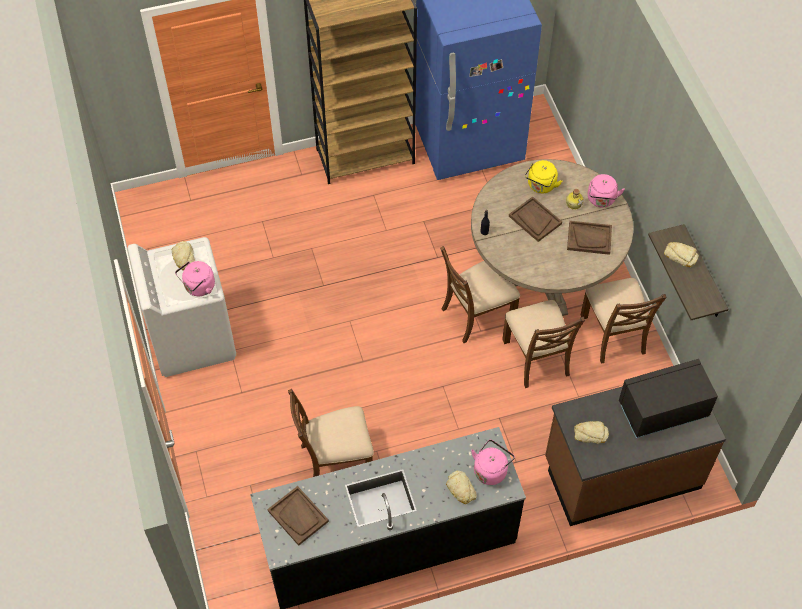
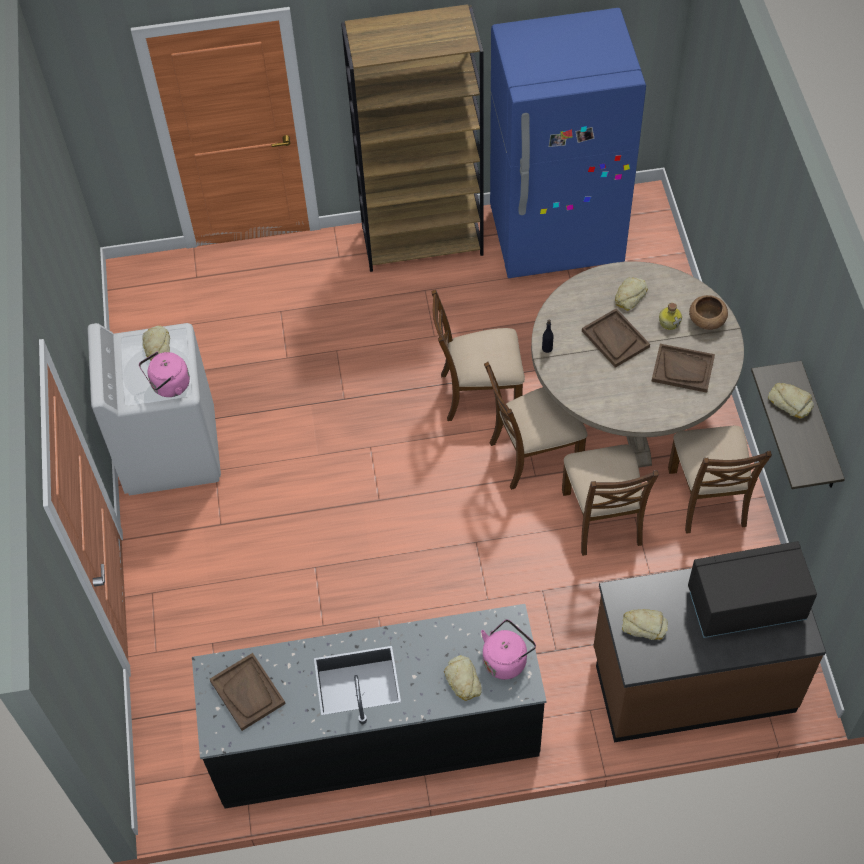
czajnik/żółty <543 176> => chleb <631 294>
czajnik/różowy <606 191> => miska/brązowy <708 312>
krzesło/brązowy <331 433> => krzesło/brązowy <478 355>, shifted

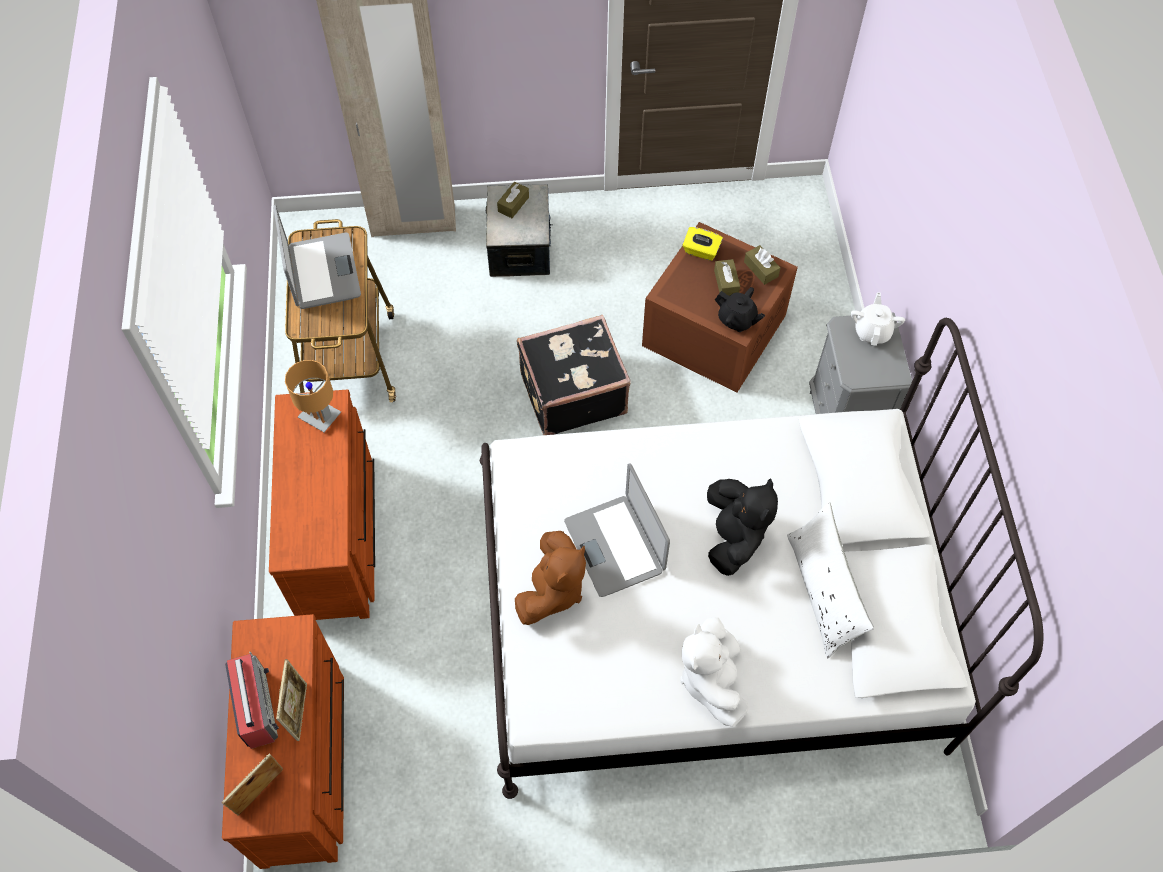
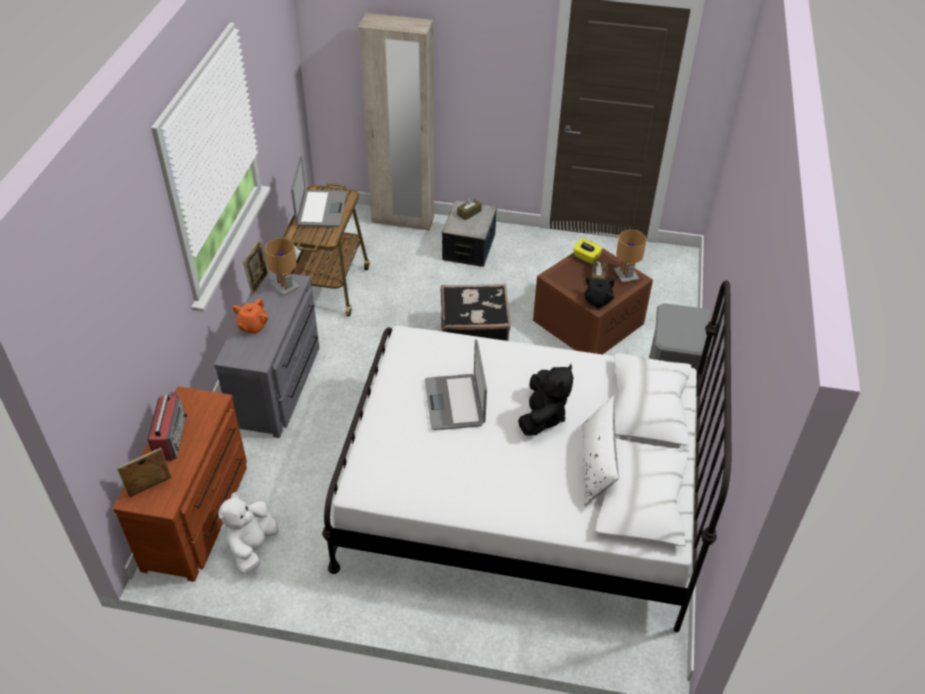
pudełko chusteczek/brązowy <762 265> => lampa stołowa/brązowy <630 256>
imbryk/czarny <740 309> => imbryk/czarny <599 293>, 90 degrees clockwise
imbryk/biały <878 319> => nothing
komoda/brązowy <322 504> => komoda/szary <267 354>
pluszak/brązowy <550 578> => nothing
pluszak/biały <714 672> => pluszak/biały <248 533>, shifted
ramka na zdjęcie <291 700> => ramka na zdjęcie <256 267>, shifted
nothing => imbryk/pomarańczowy <250 316>

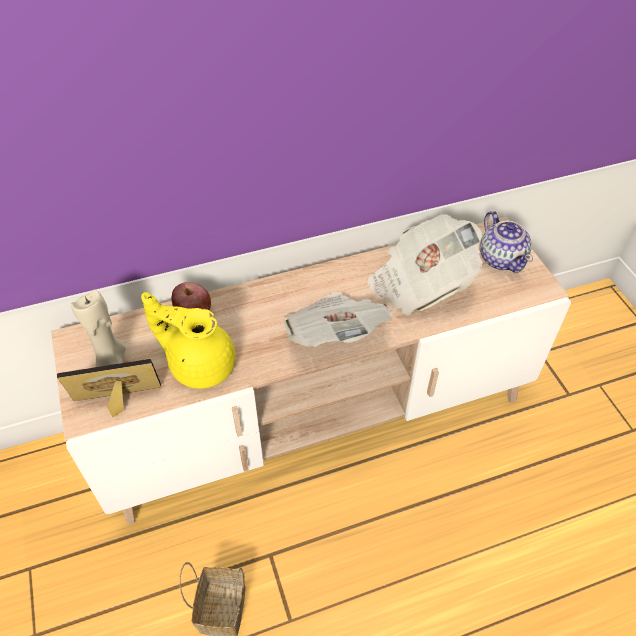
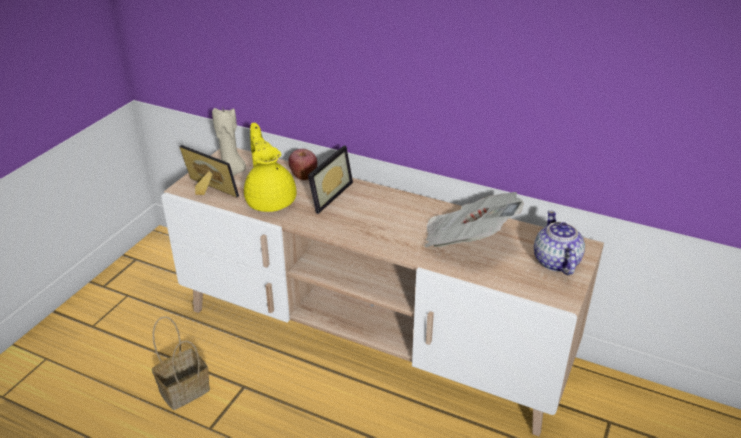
imbryk <506 242> => imbryk <559 243>, 150 degrees clockwise
gazeta <338 319> => nothing
nothing => ramka na zdjęcie <330 180>

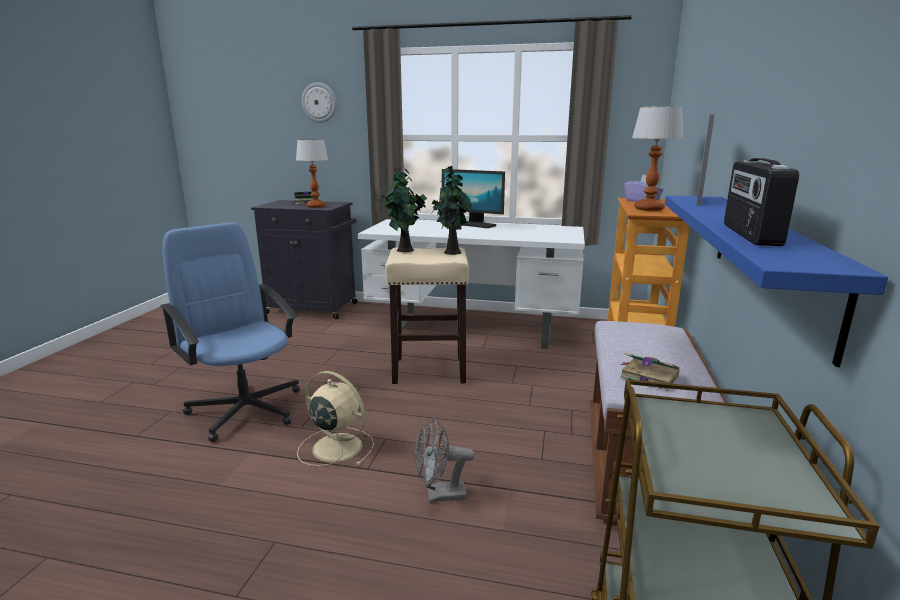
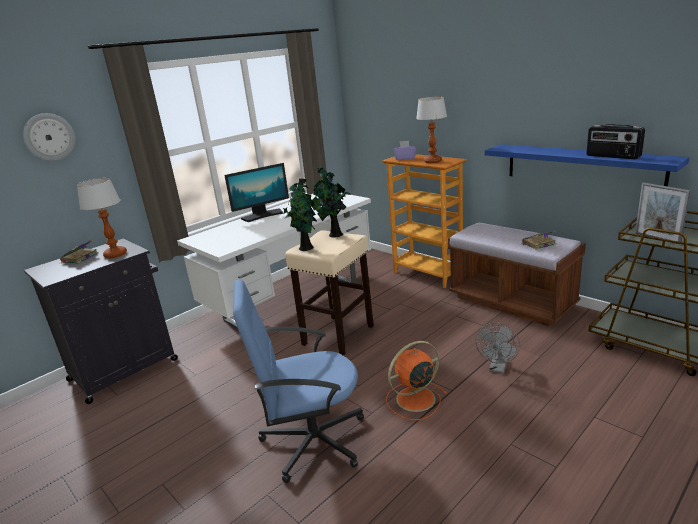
ramka na zdjęcie <705 159> => ramka na zdjęcie <663 213>, shifted
wentylator/beżowy <335 418> => wentylator/pomarańczowy <416 380>

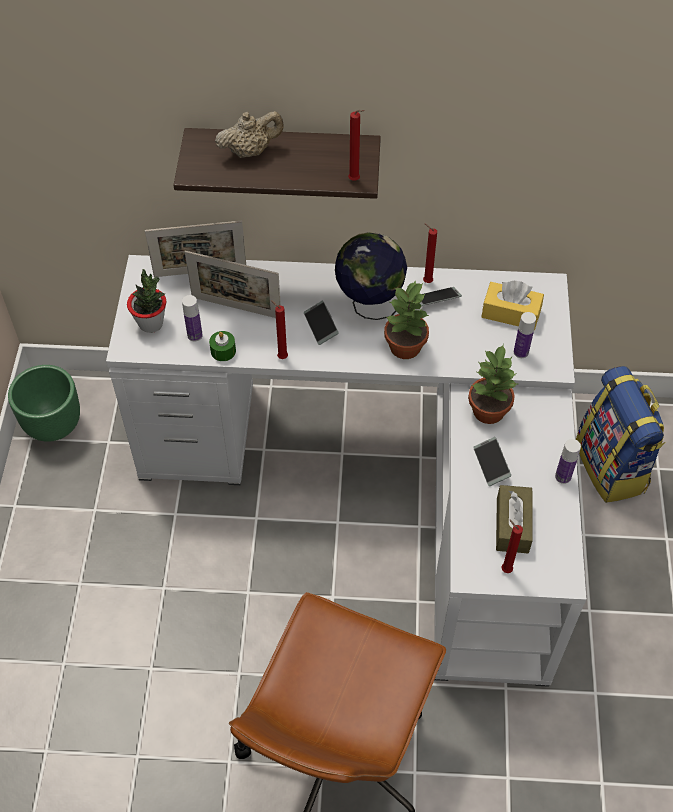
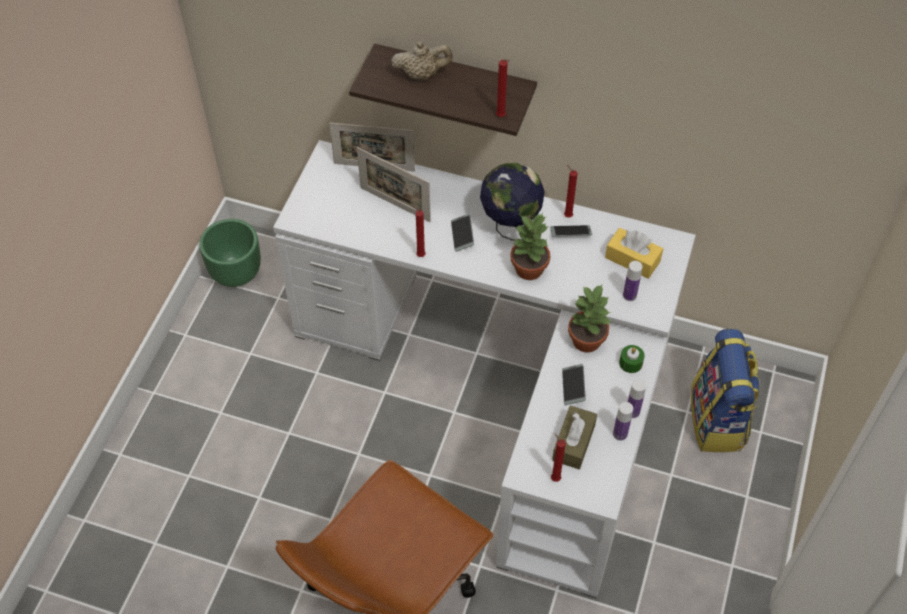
roślina doniczkowa <146 301> => nothing
butelka <192 318> => butelka <623 421>, shifted
świeca/zielony <222 346> => świeca/zielony <632 359>, shifted

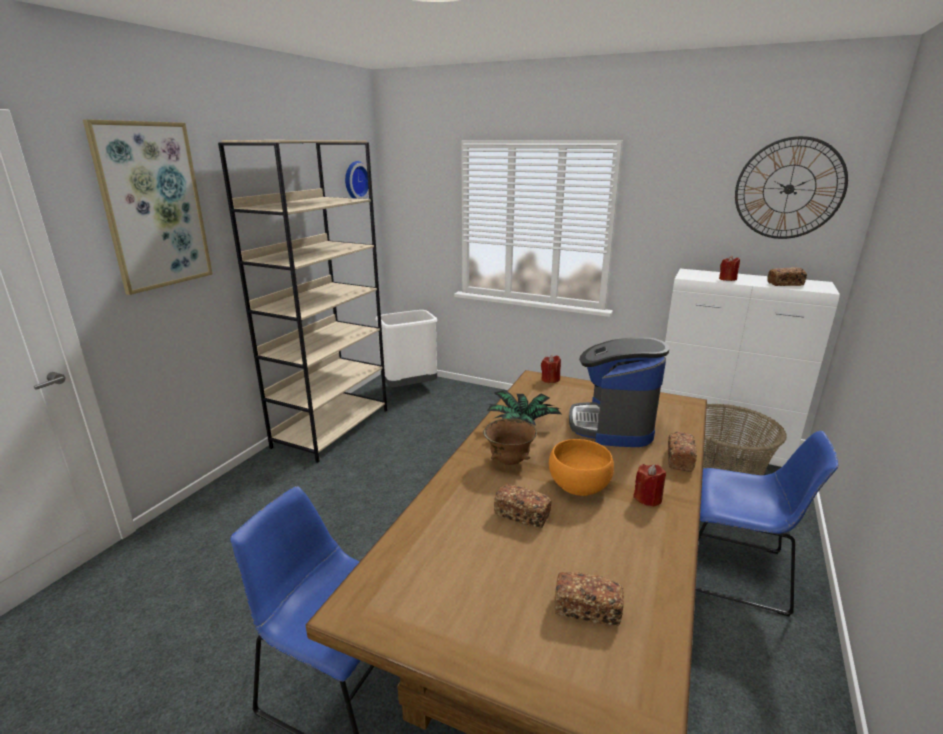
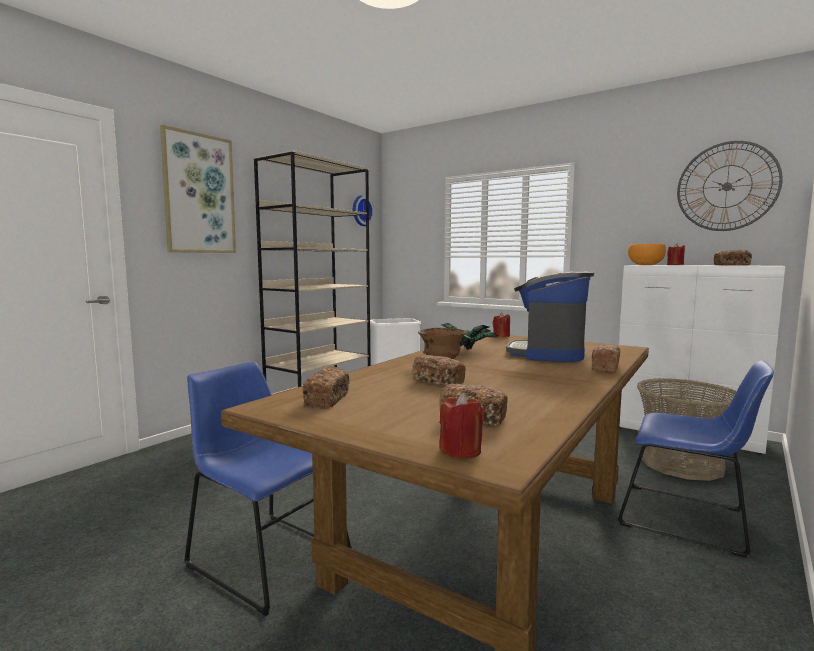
miska/pomarańczowy <581 467> => miska/pomarańczowy <647 254>, shifted
świeca/czerwony <649 485> => świeca/czerwony <461 426>, shifted
nothing => chleb <326 386>

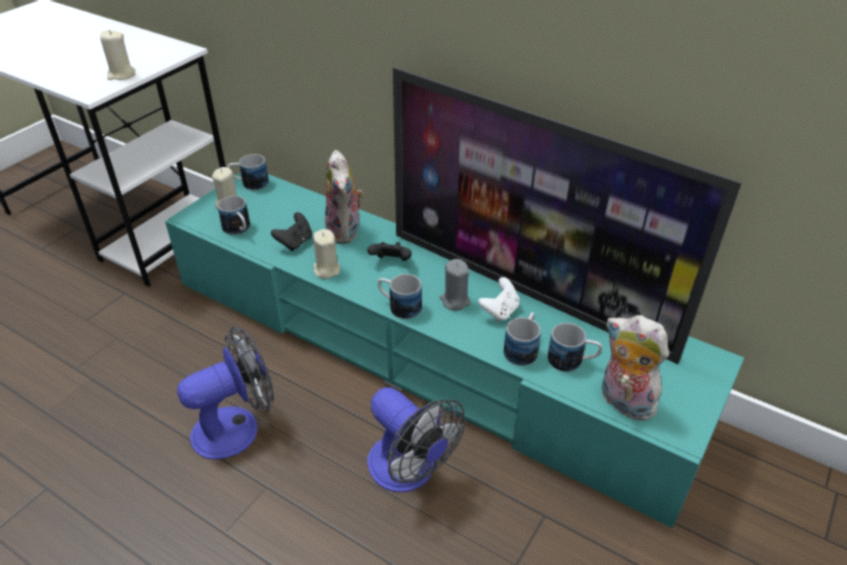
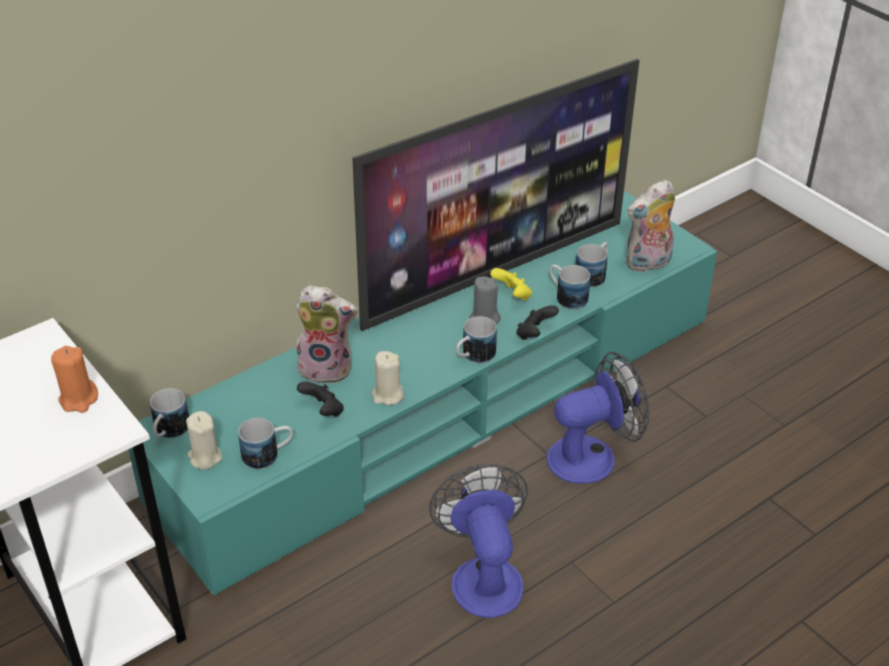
świeca/beżowy <117 55> => świeca/pomarańczowy <74 379>
pad do gier/czarny <389 251> => pad do gier/czarny <538 322>, shifted
pad do gier/biały <498 299> => pad do gier/żółty <511 284>

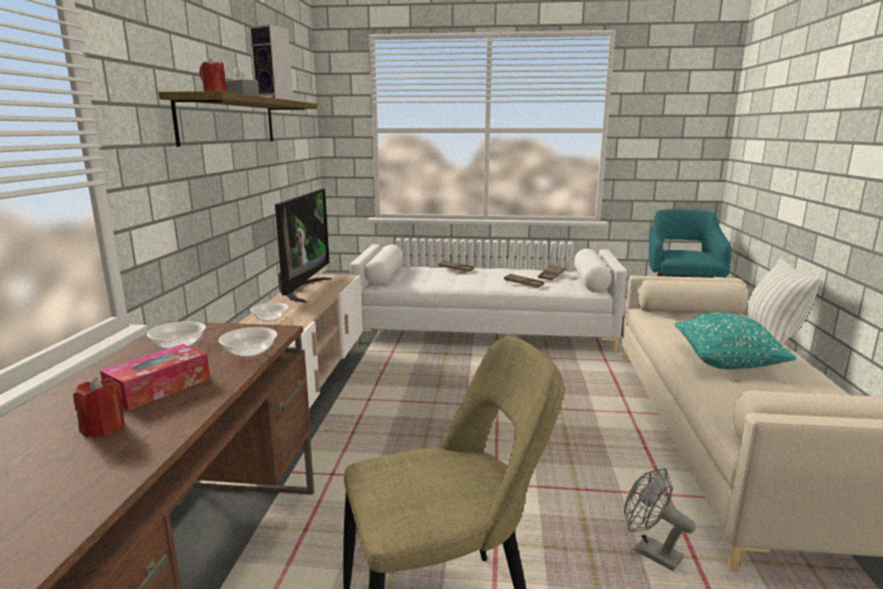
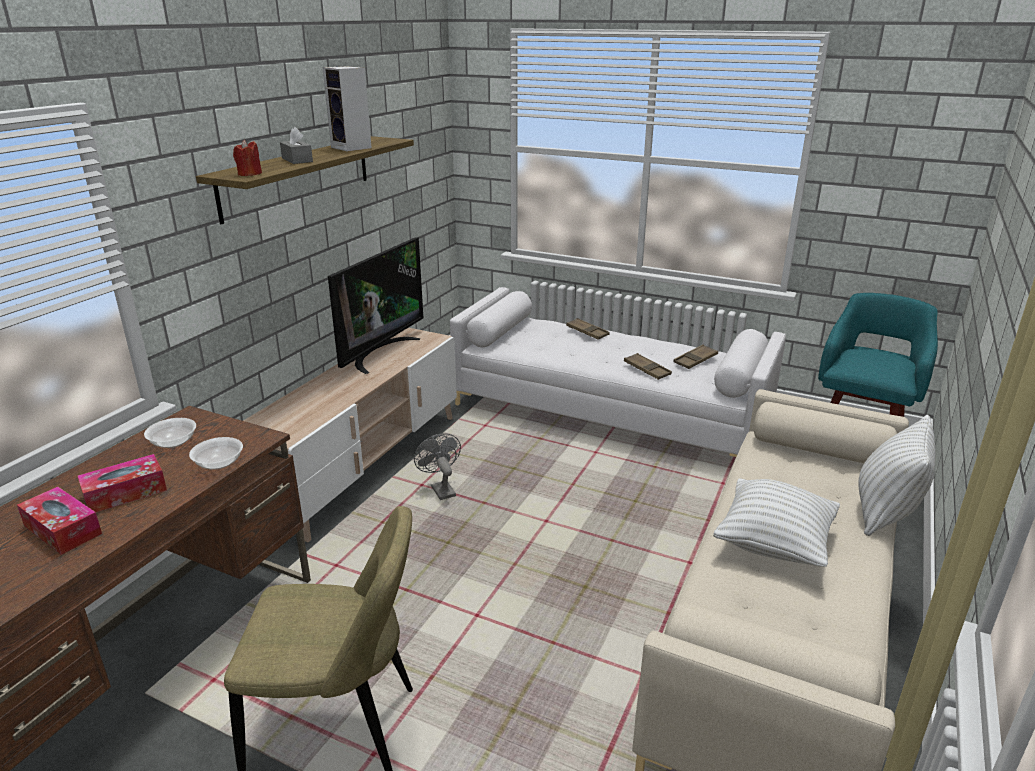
miska <269 312> => nothing
poduszka/turkusowy <735 340> => poduszka/biały <776 522>
świeca/czerwony <99 407> => pudełko chusteczek <59 521>
wentylator/szary <660 519> => wentylator/szary <437 466>, shifted

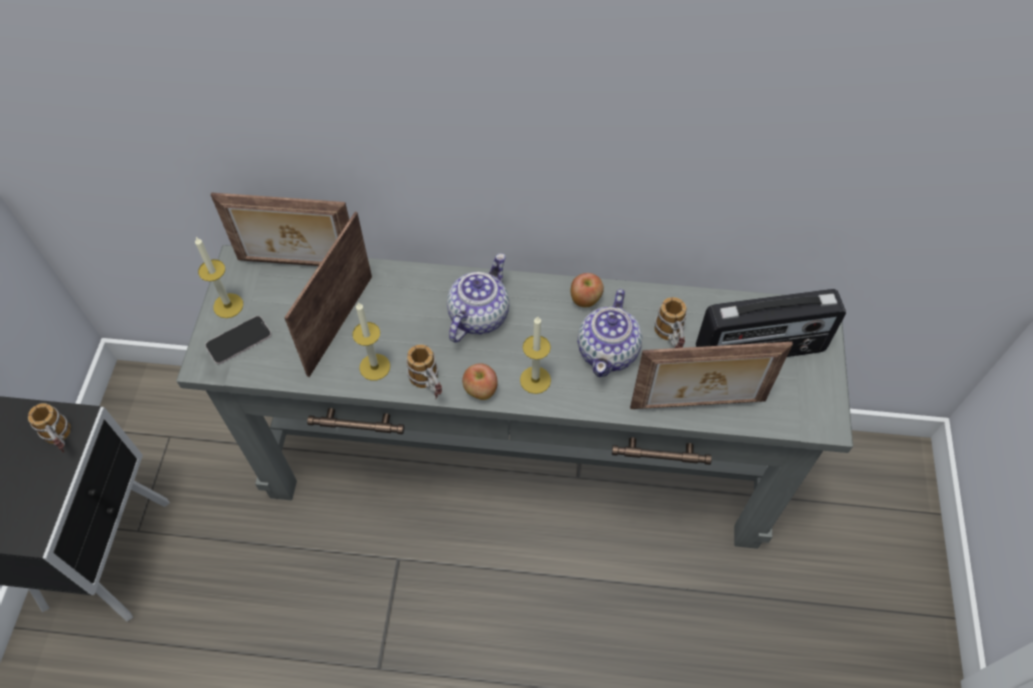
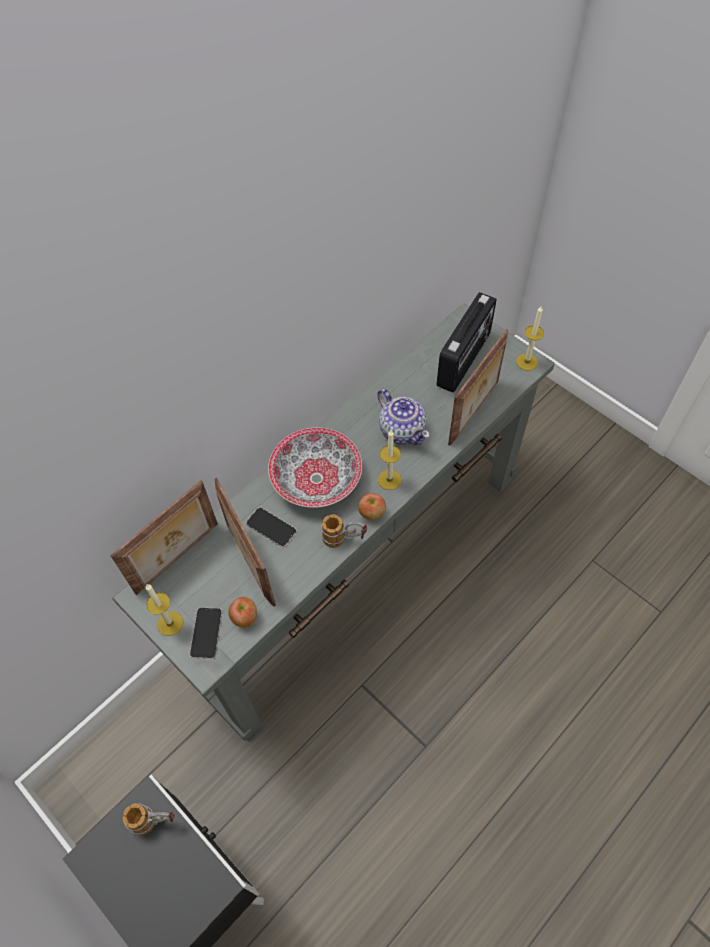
imbryk <478 297> => miska <315 468>
jabłko <587 290> => jabłko <242 612>, shifted
kubek <670 322> => nothing
świeca <371 341> => świeca <530 338>, shifted
nothing => telefon <271 527>

